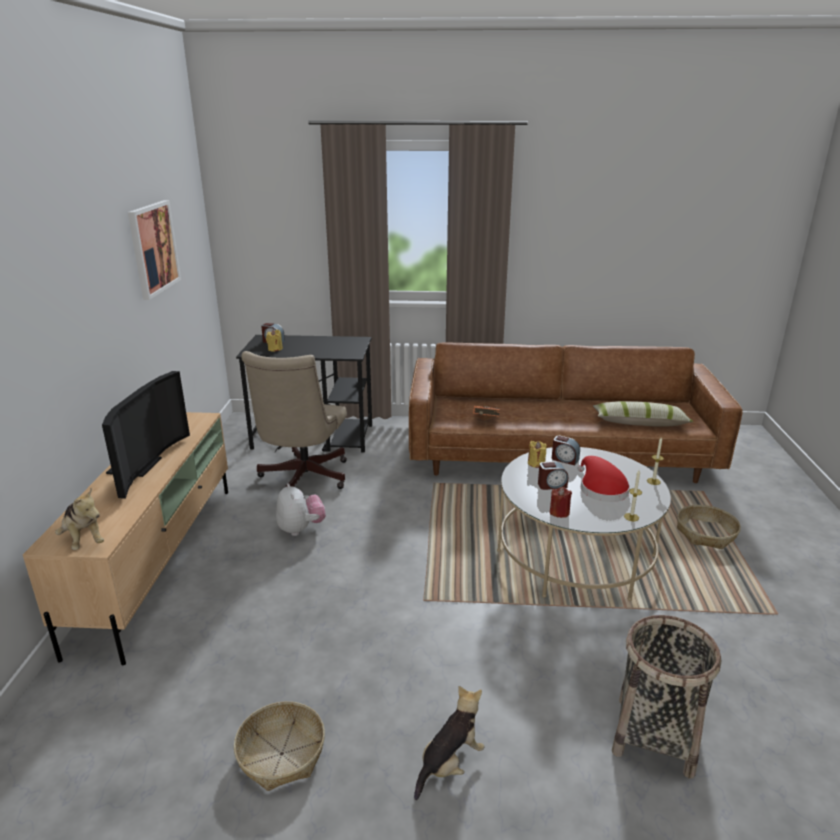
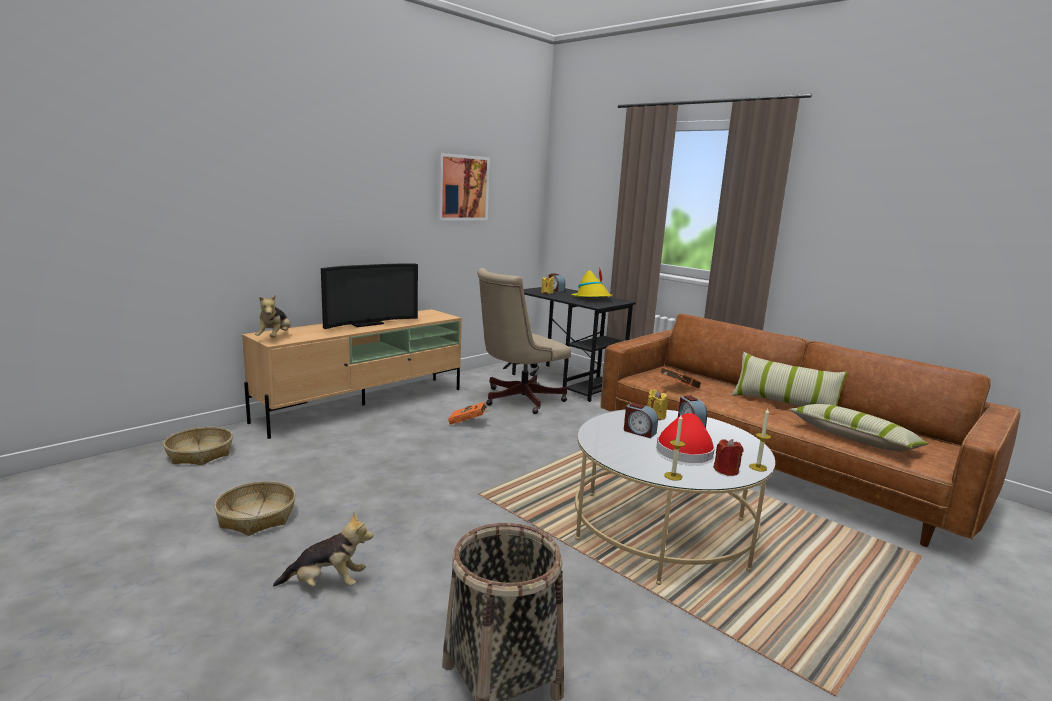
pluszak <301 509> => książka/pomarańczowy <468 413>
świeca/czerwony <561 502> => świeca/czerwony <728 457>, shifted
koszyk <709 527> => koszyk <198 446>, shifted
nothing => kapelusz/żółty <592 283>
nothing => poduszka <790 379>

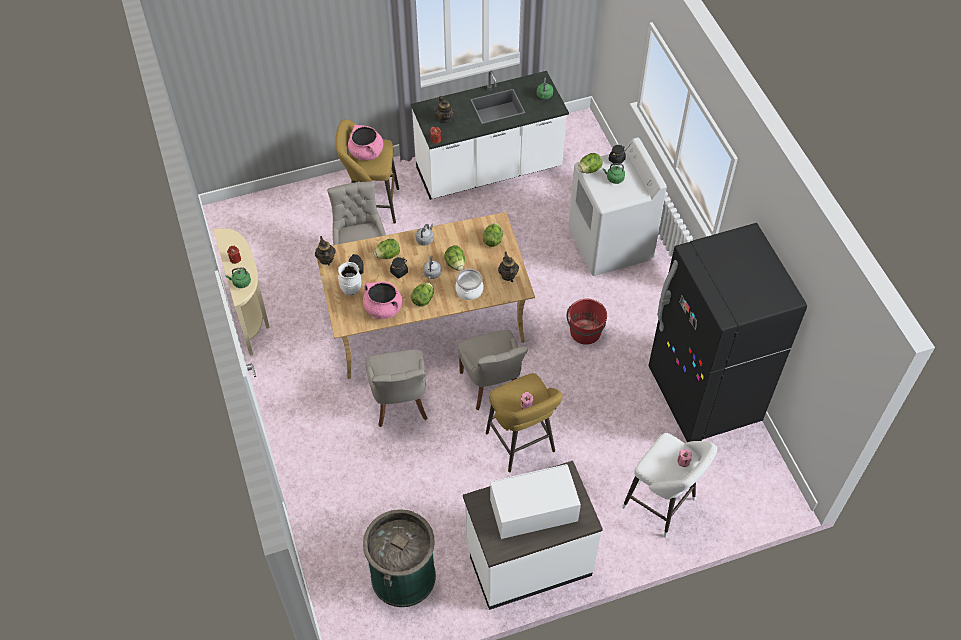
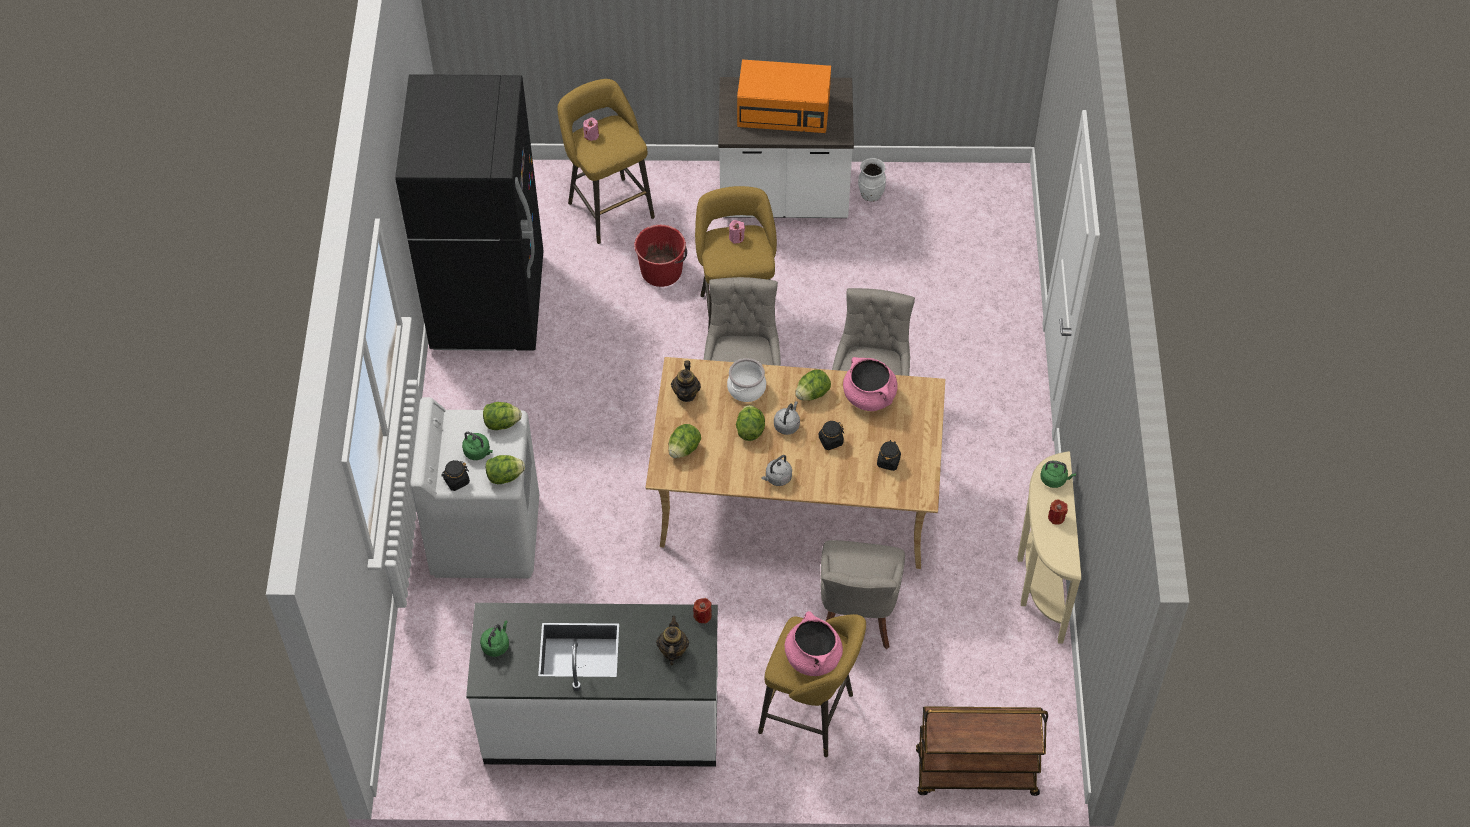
imbryk <325 251> => nothing
sałata <387 249> => sałata <502 416>, shifted
wazon/biały <350 279> => wazon/biały <872 180>, shifted
wiadro/czerwony <587 322> => wiadro/czerwony <660 256>, shifted
stołek/biały <669 485> => stołek/żółty <606 161>
mikrofalówka/biały <535 501> => mikrofalówka/pomarańczowy <784 96>
kosz na śmieci/zielony <399 558> => nothing
nothing => wózek/brązowy <982 751>

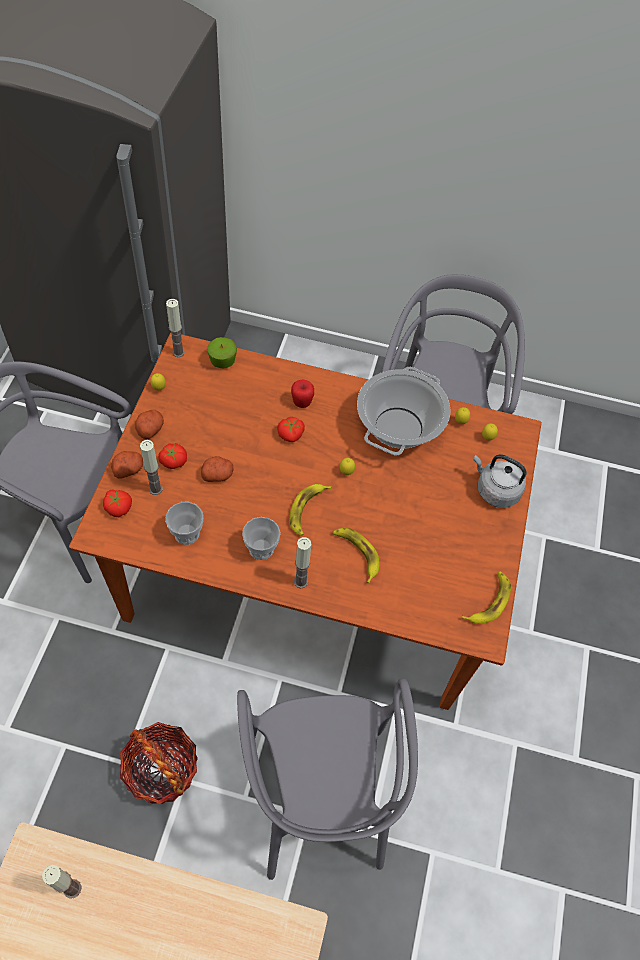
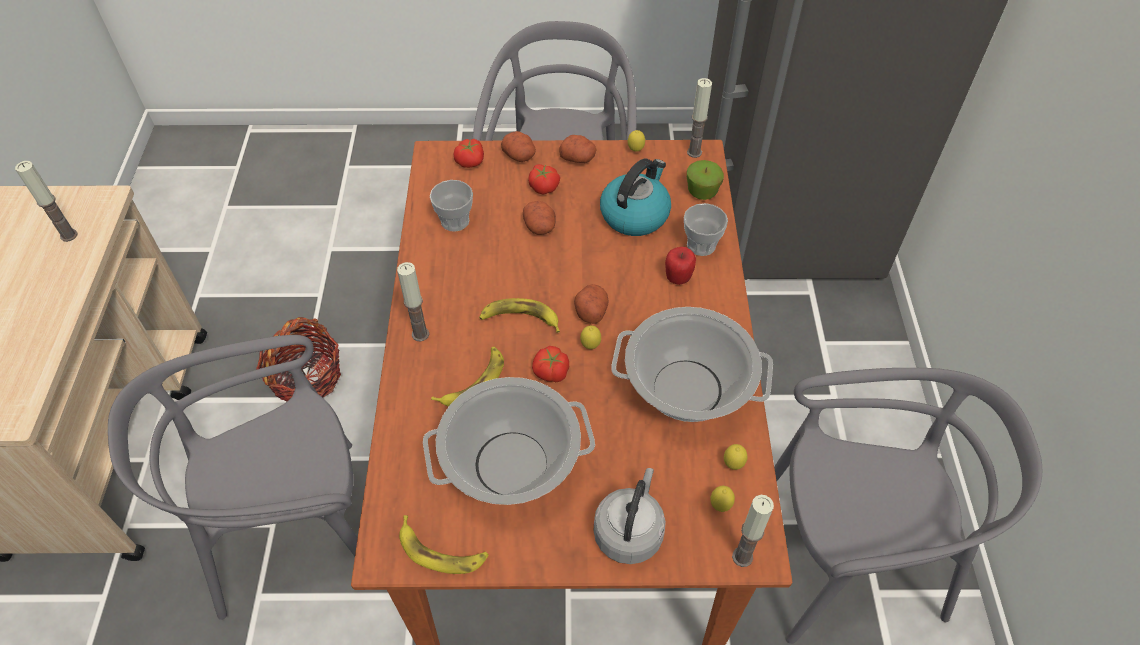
pomidor <291 429> => pomidor <550 364>, shifted
świeca <151 467> => świeca <753 531>, shifted
filiżanka <261 538> => filiżanka <706 229>, shifted
nothing => czajnik <635 197>
nothing => ziemniak <591 304>
nothing => garnek <509 441>

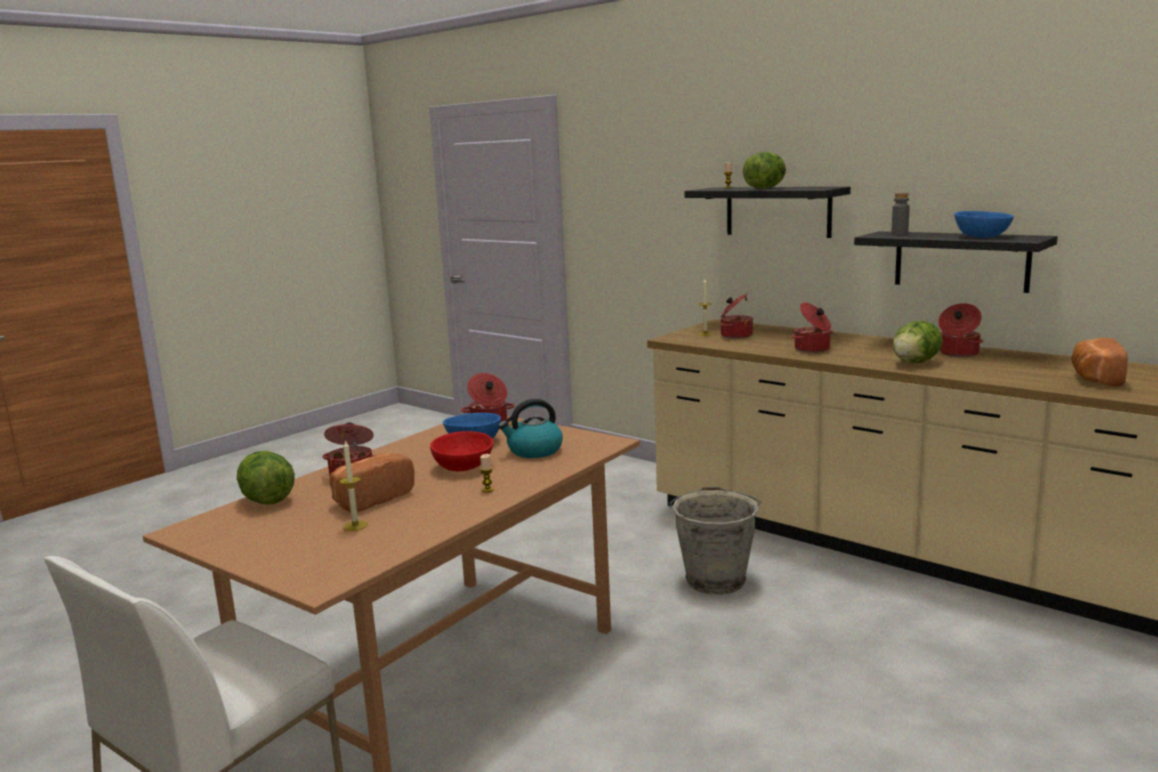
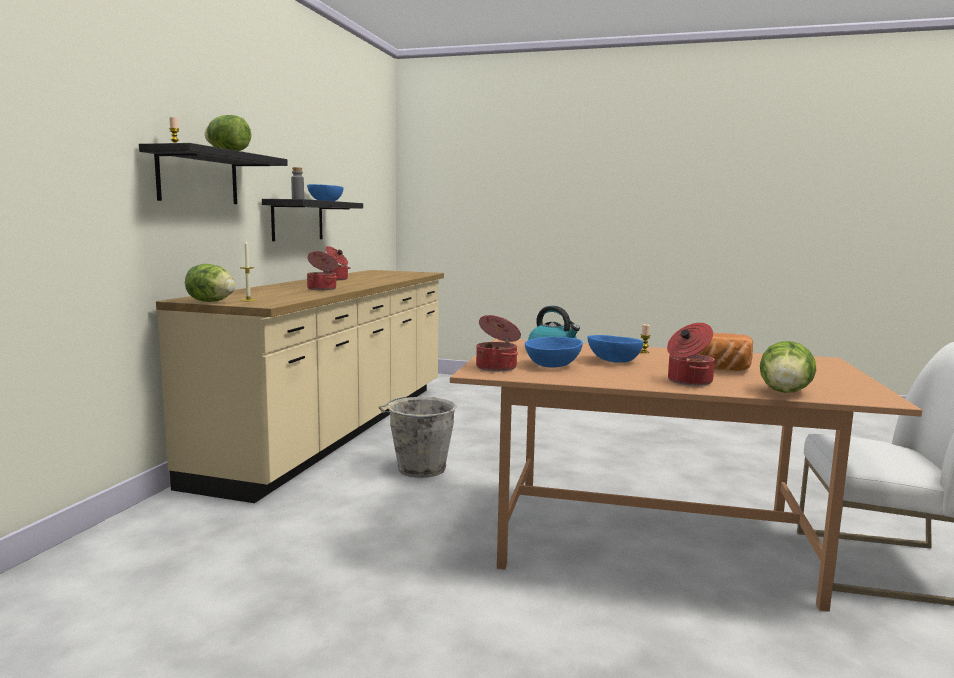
garnek <736 316> => nothing
sałata <918 342> => sałata <210 283>, shifted
chleb <1099 362> => nothing
miska/czerwony <462 451> => miska/niebieski <615 349>
świeca <353 485> => nothing

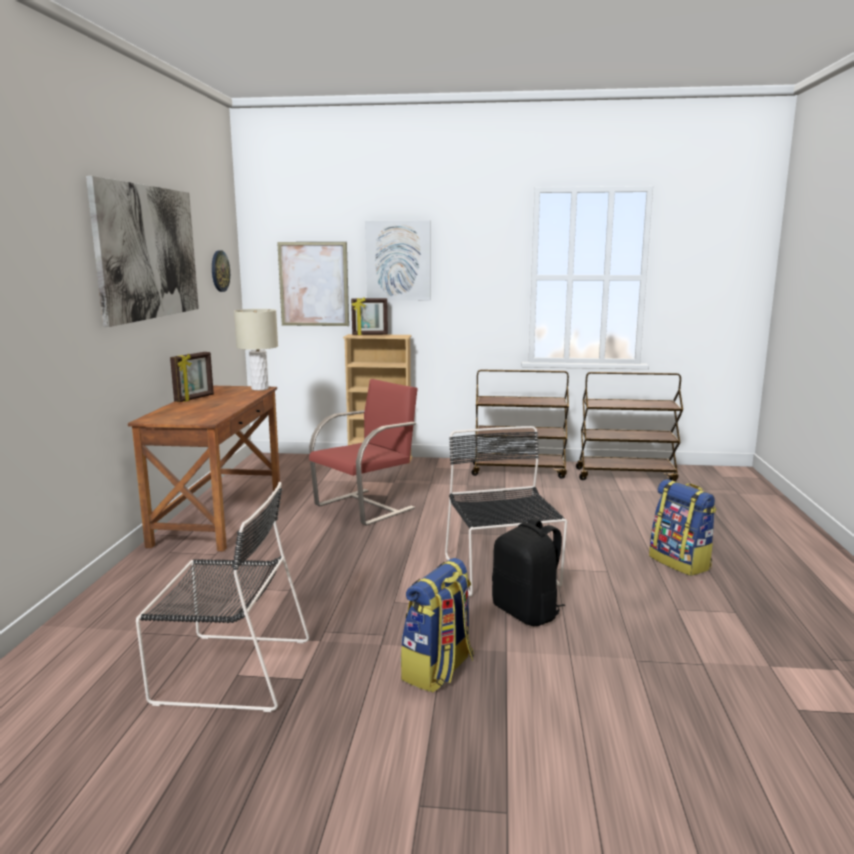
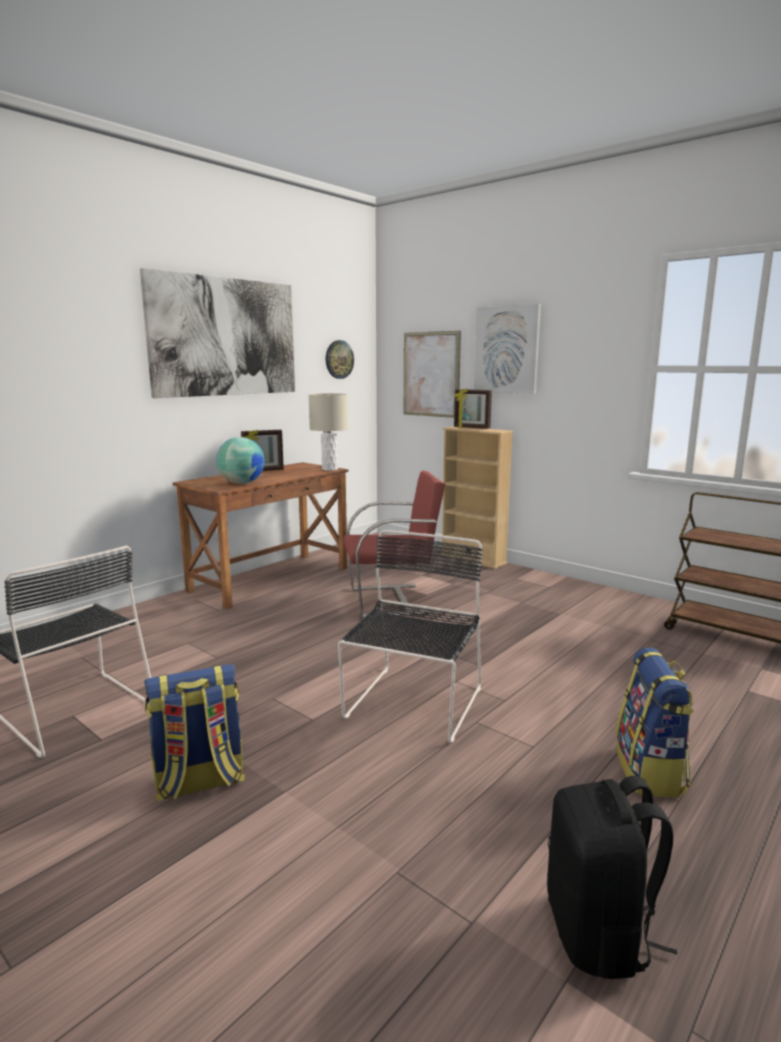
wózek/brązowy <520 424> => nothing
plecak/czarny <528 572> => plecak/czarny <612 877>, shifted
nothing => globus <240 460>

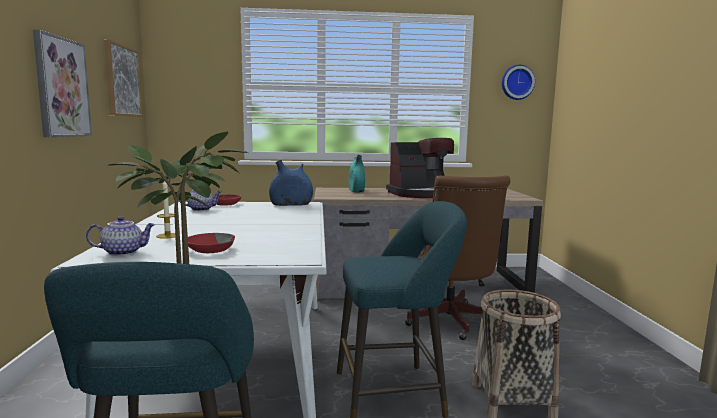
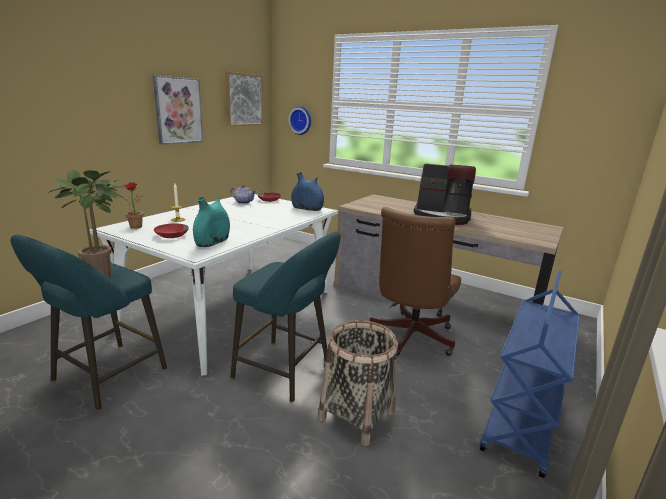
zegar ścienny <518 82> => zegar ścienny <299 120>, shifted
wazon/turkusowy <357 174> => wazon/turkusowy <211 221>, shifted
imbryk <121 236> => roślina doniczkowa <132 205>
nothing => wózek/niebieski <530 374>

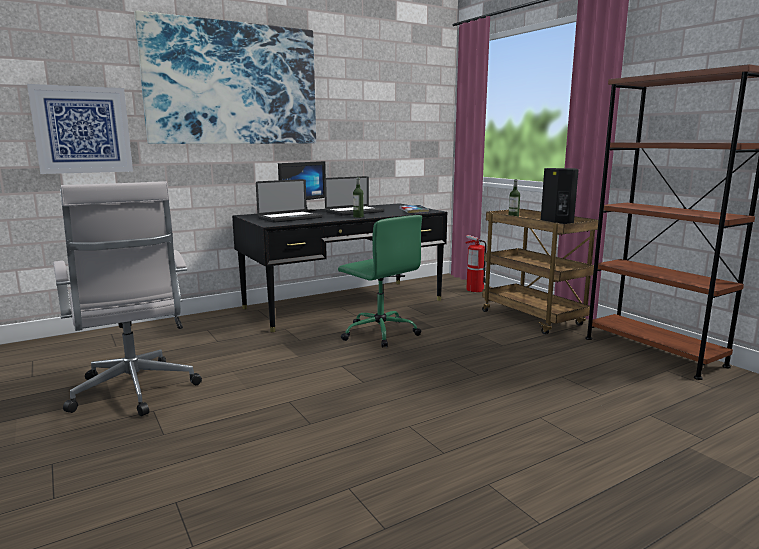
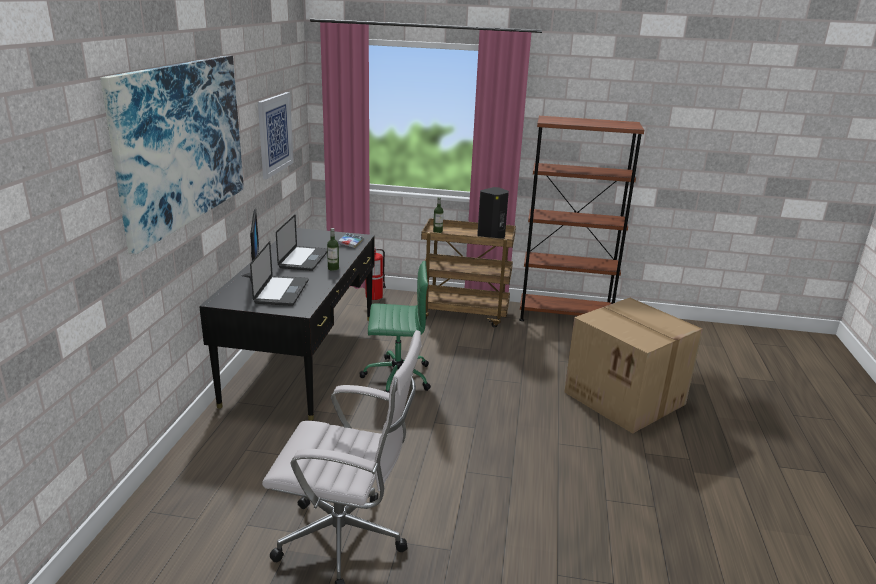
obraz <80 129> => obraz <276 135>, shifted
nothing => karton <633 366>

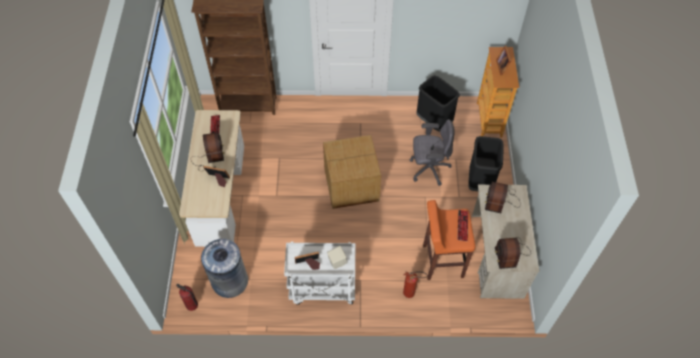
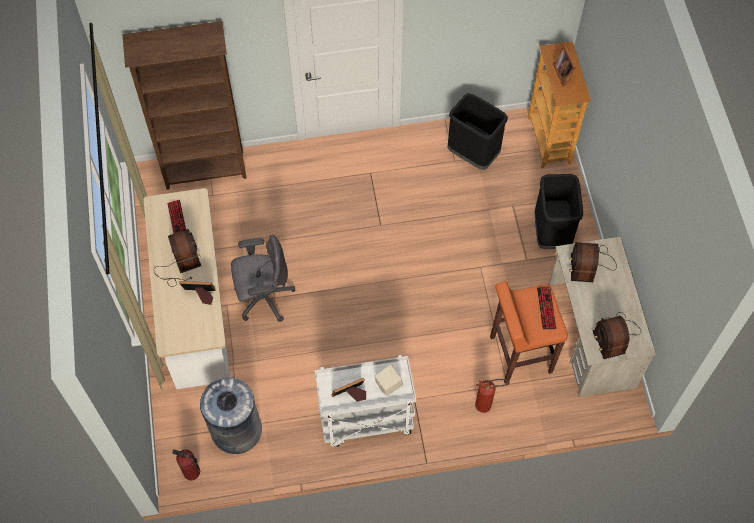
krzesło biurowe/szary <432 152> => krzesło biurowe/szary <263 278>, shifted
karton <352 172> => nothing

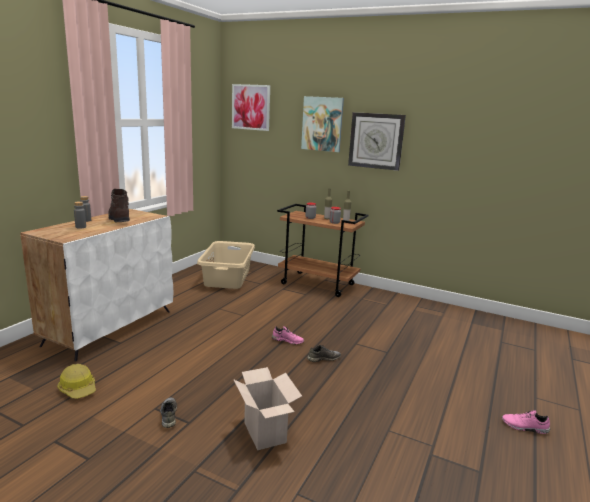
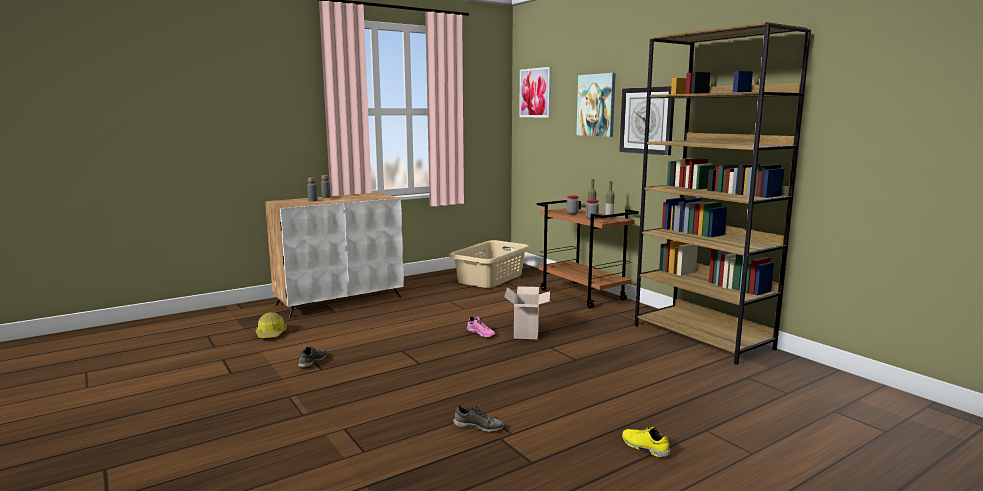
but z cholewką/brązowy <119 205> => nothing
but/szary <324 353> => but/szary <479 418>, shifted
karton <268 408> => karton <527 312>, shifted
but/różowy <526 422> => but/żółty <646 442>
nothing => regał/brązowy <723 193>

